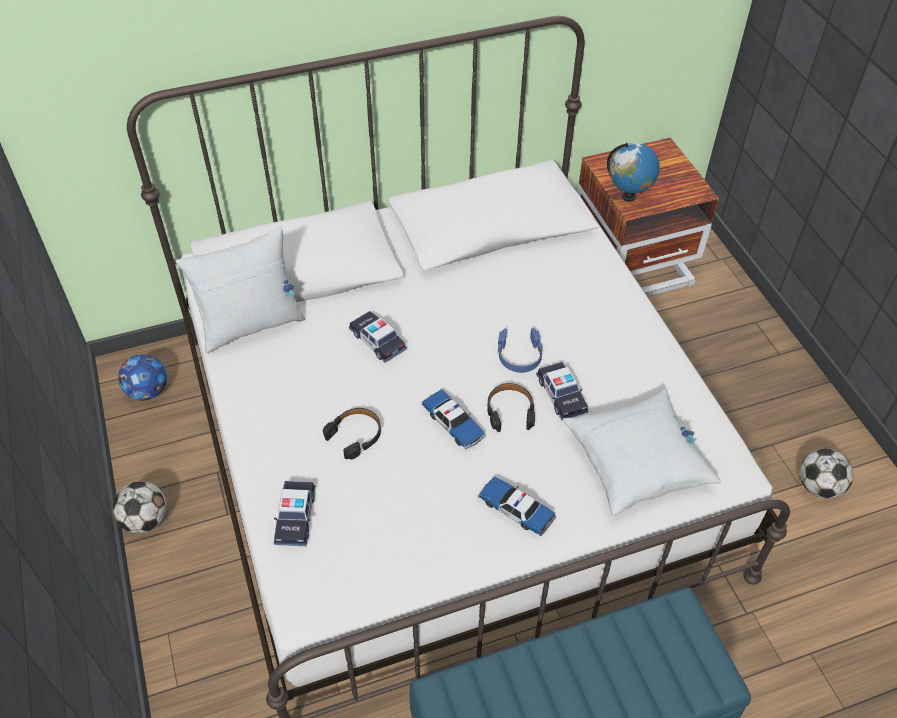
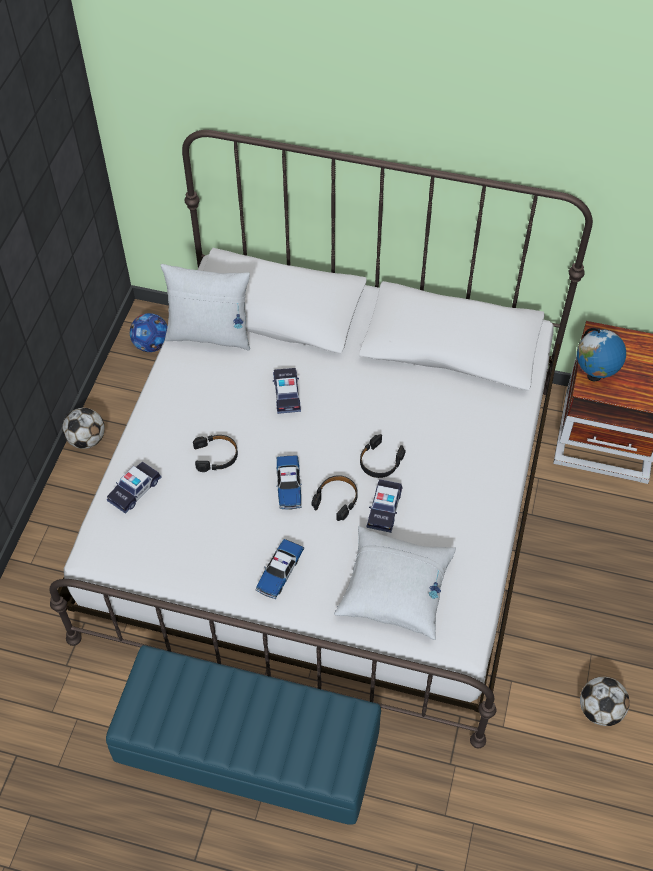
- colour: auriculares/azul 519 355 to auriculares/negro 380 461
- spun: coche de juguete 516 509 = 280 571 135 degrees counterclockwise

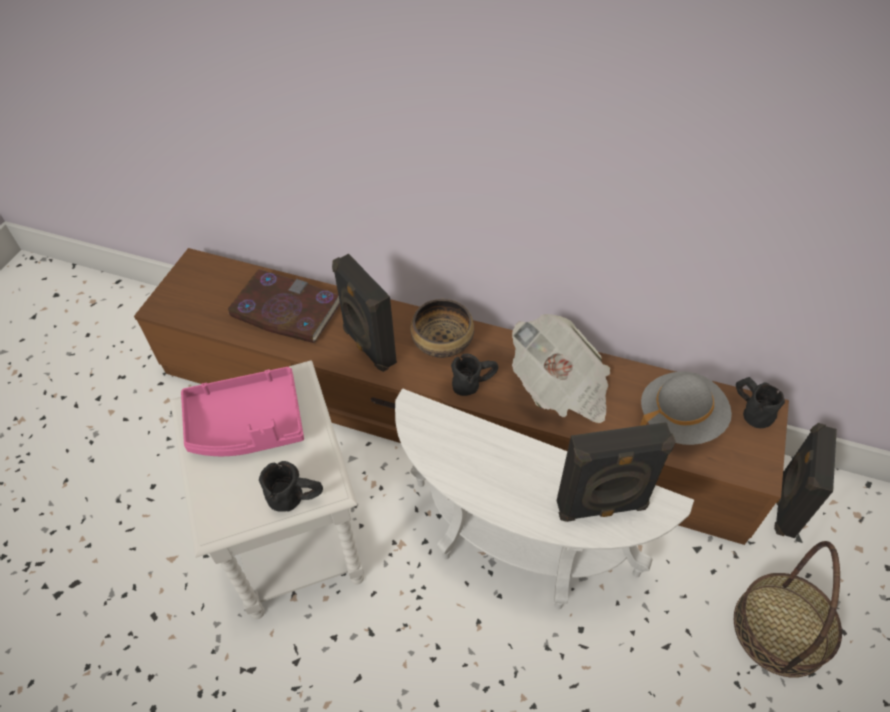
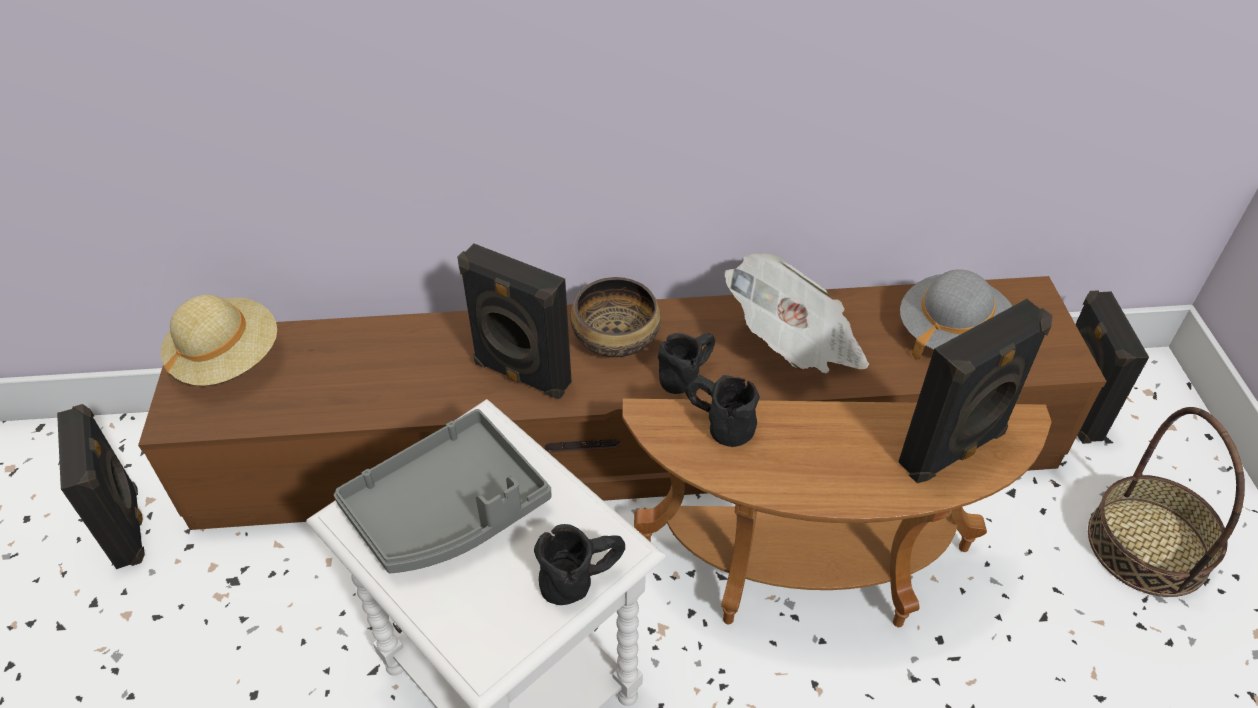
- missing: libro 285 310
- appeared: altavoz/negro 129 526
- appeared: sombrero/beis 227 359
- relocated: taza grande/negro 749 410 to 718 424
- colour: bandeja/rosa 246 424 to bandeja/gris 448 510
- colour: mesa auxiliar/blanco 513 551 to mesa auxiliar/marrón 808 579

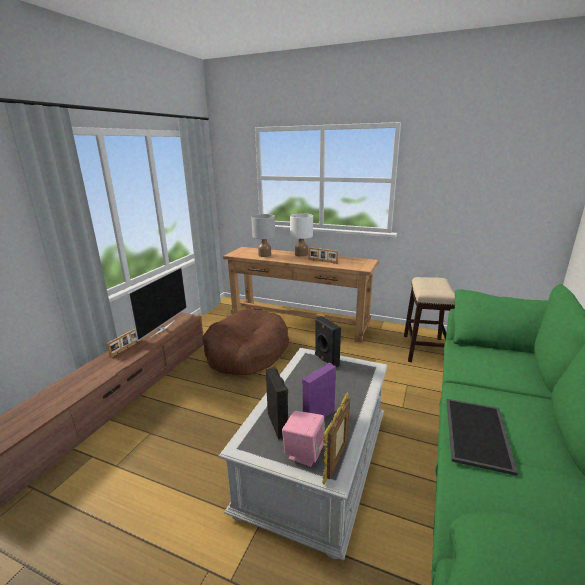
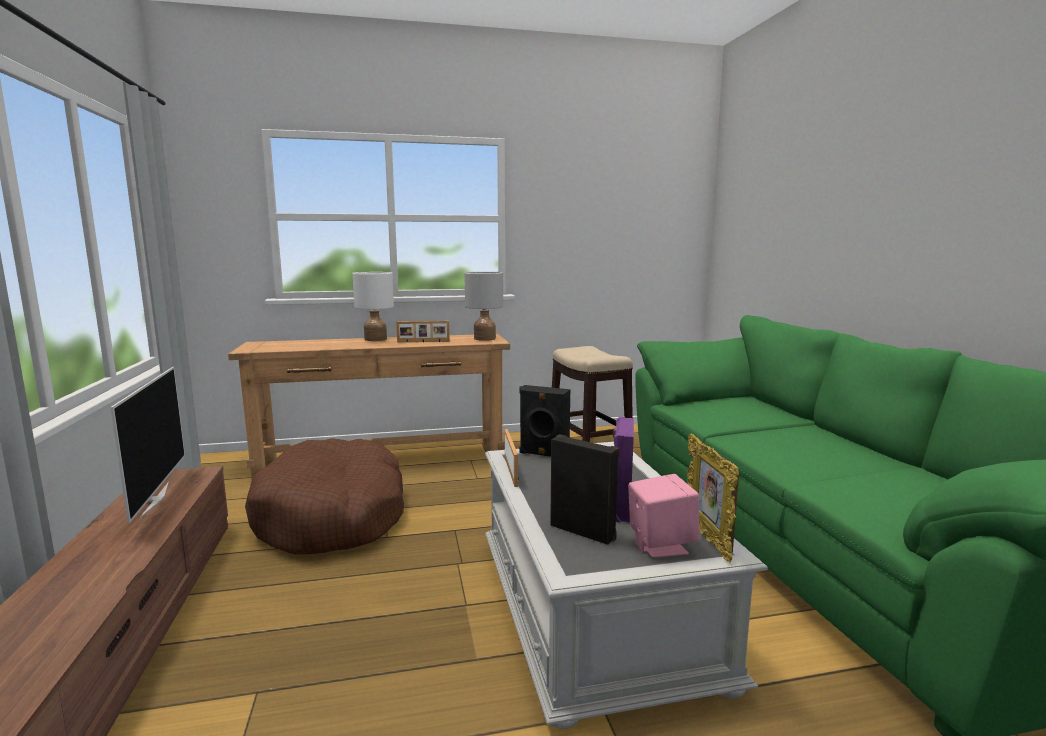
- missing: bandeja 478 434
- relocated: portarretratos 127 348 to 512 471
- relocated: lámpara de mesa/gris 264 255 to 484 339

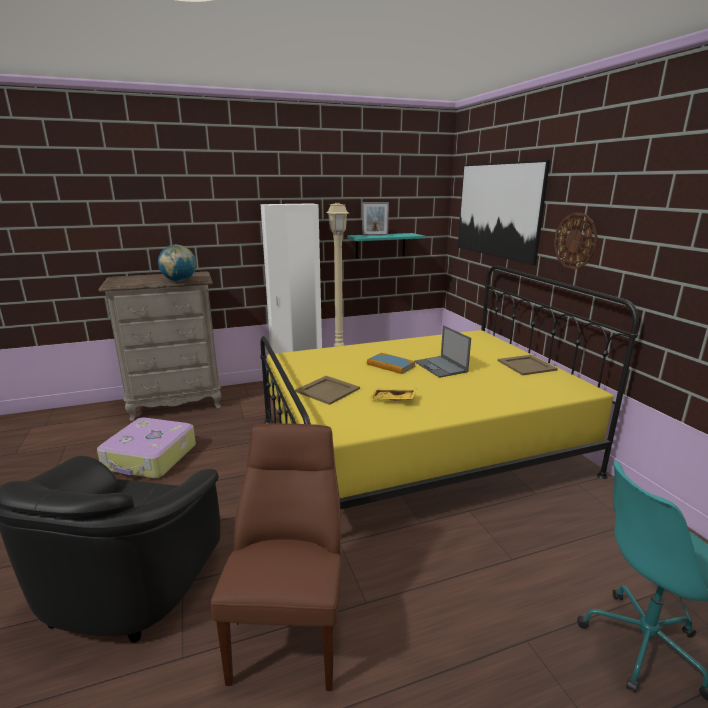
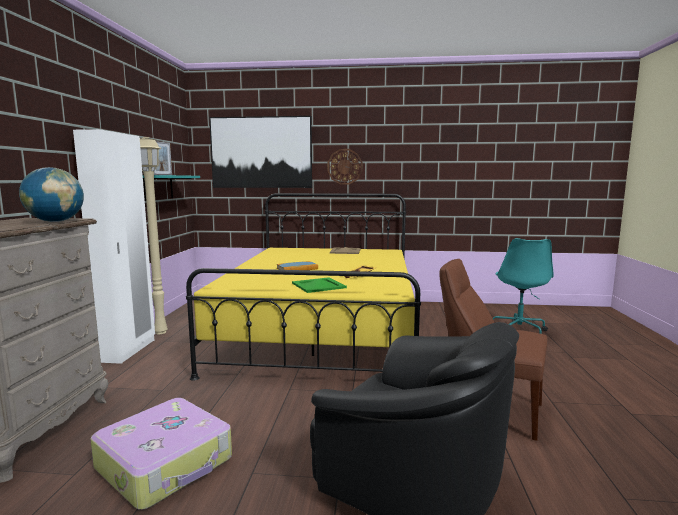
- missing: portátil 441 367
- colour: bandeja/beis 328 390 to bandeja/verde 319 285

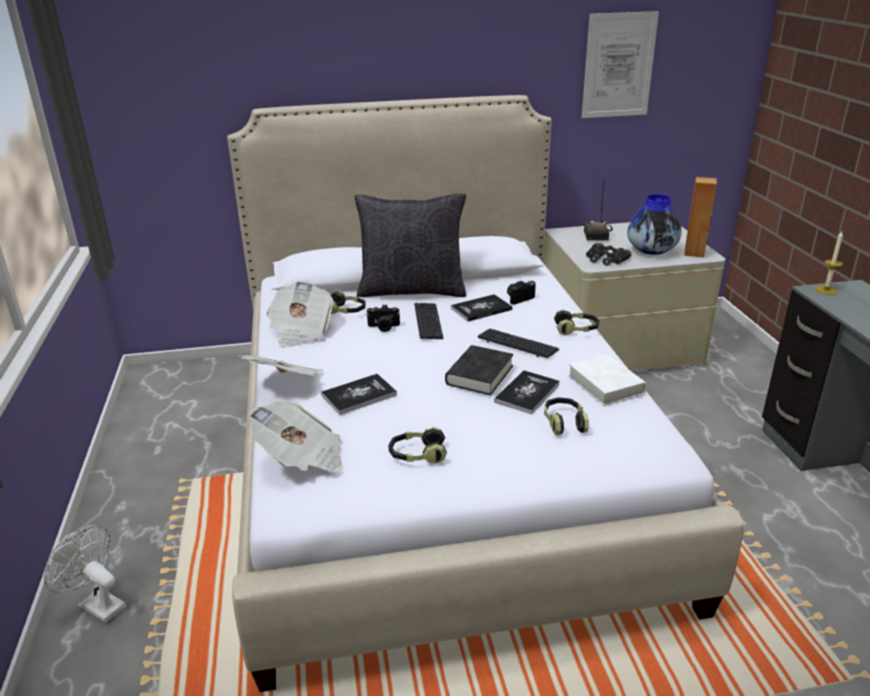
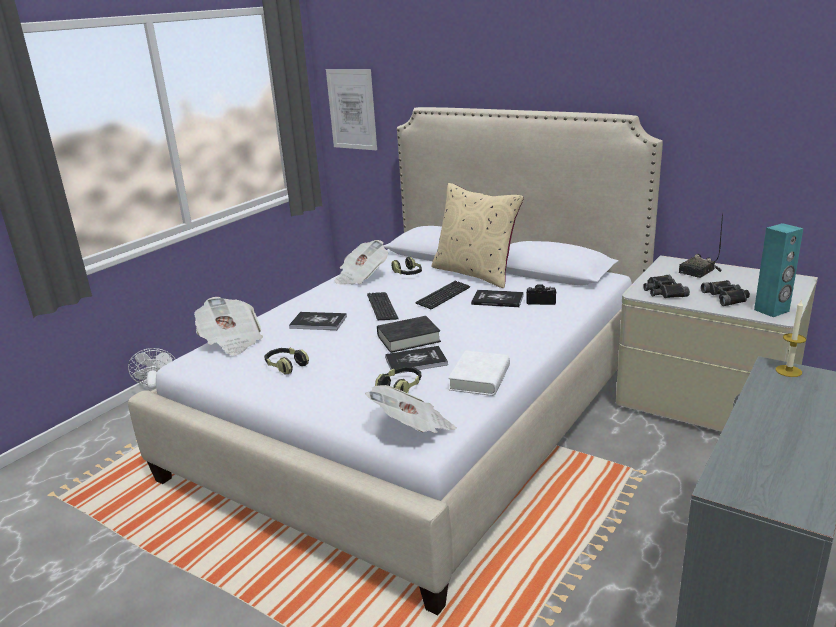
- missing: cámara 383 327
- missing: auriculares 576 330
- relocated: periódico 287 383 to 413 429
- relocated: teclado 517 345 to 382 307
- relocated: cuadro 618 65 to 352 109
- exchanged: florero 651 251 to prismáticos/negro 726 297
- colour: cojín/negro 412 290 to cojín/beis 475 273
- colour: altavoz/marrón 694 252 to altavoz/turquesa 772 310

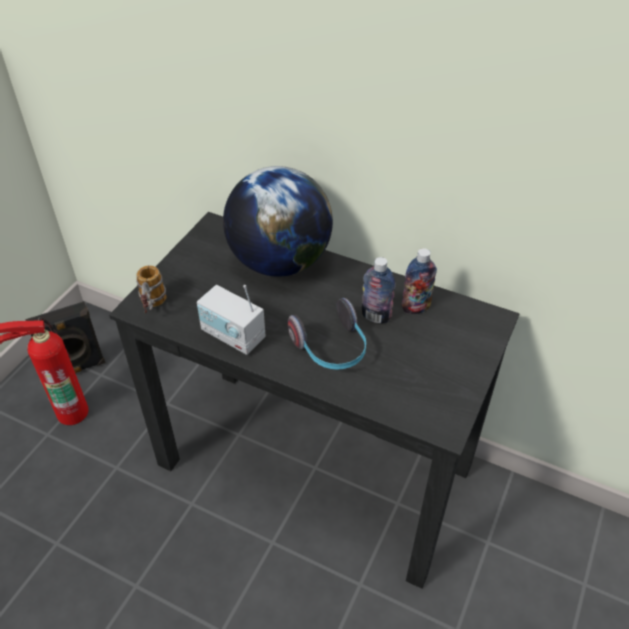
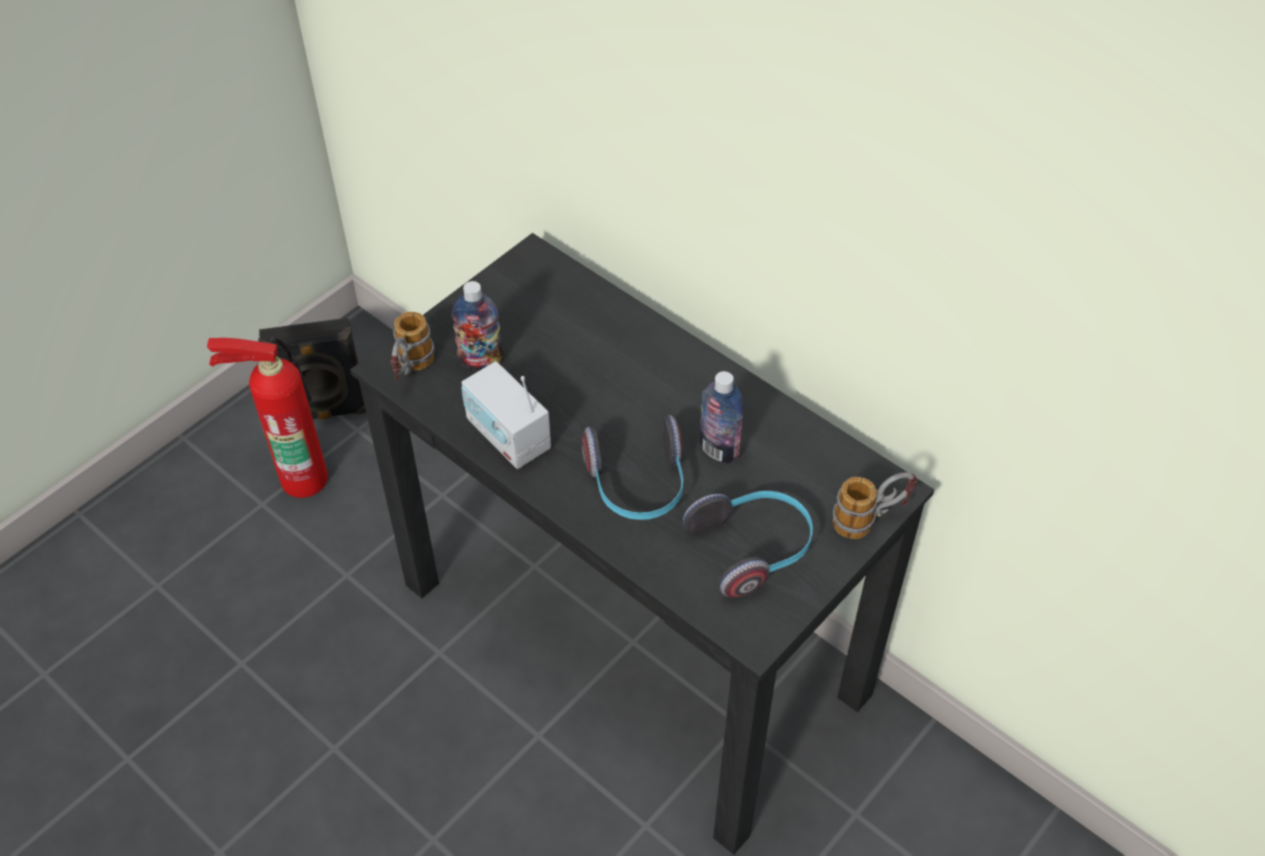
- missing: globo terráqueo 279 262
- appeared: auriculares 753 549
- appeared: taza grande 870 519
- relocated: botella 415 307 to 480 361

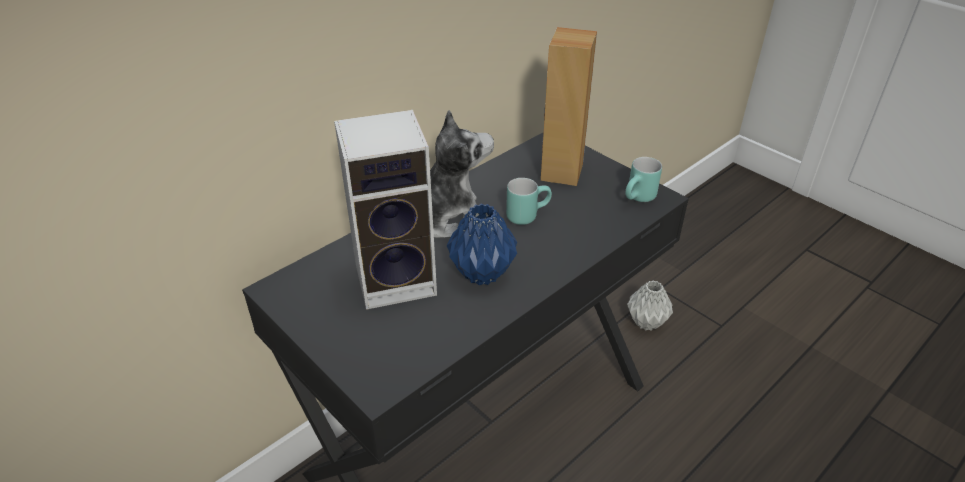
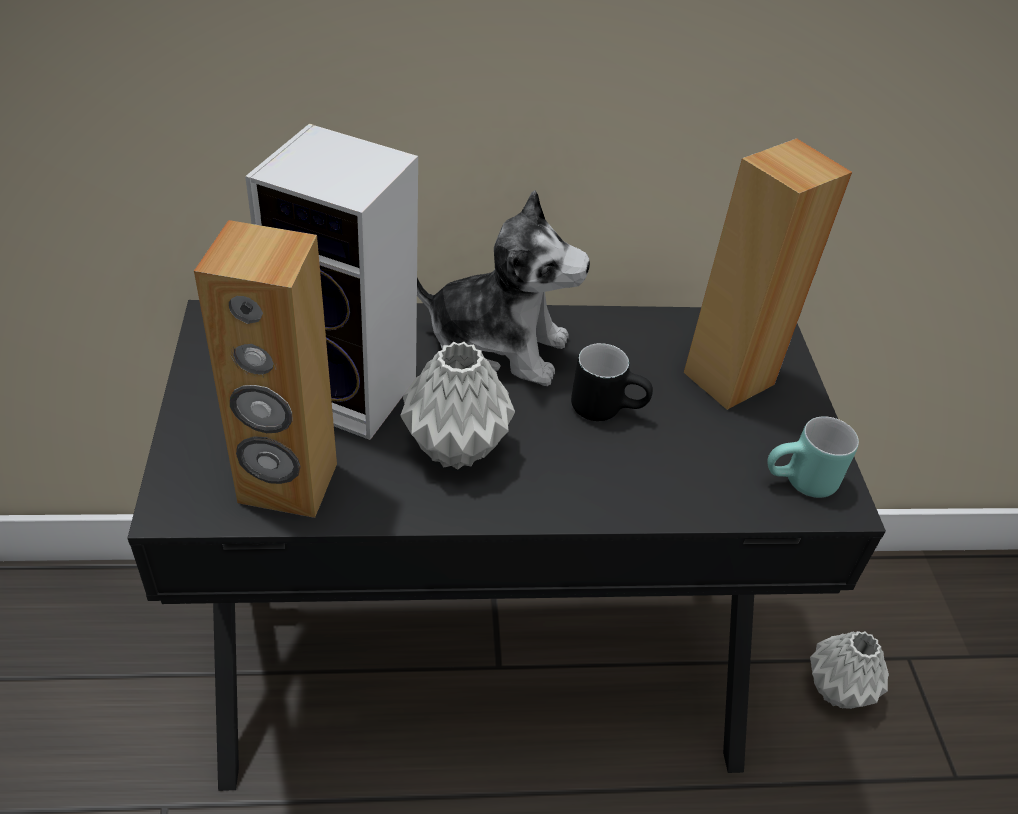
- appeared: altavoz/marrón 287 484
- colour: florero/azul 481 274 to florero/gris 453 448
- colour: taza grande/turquesa 527 214 to taza grande/negro 607 407

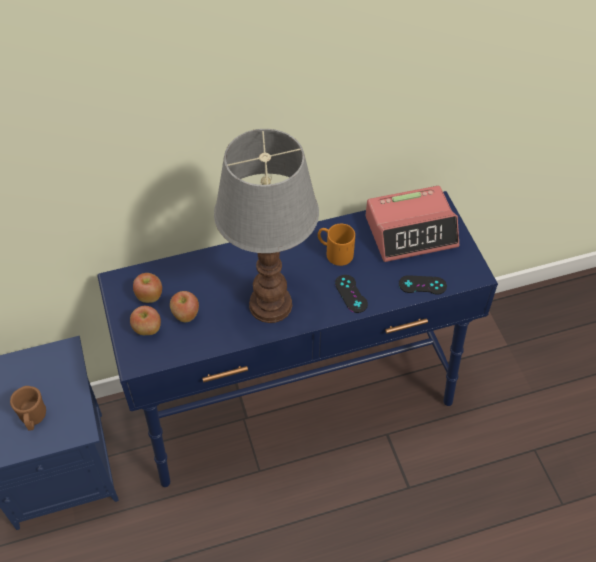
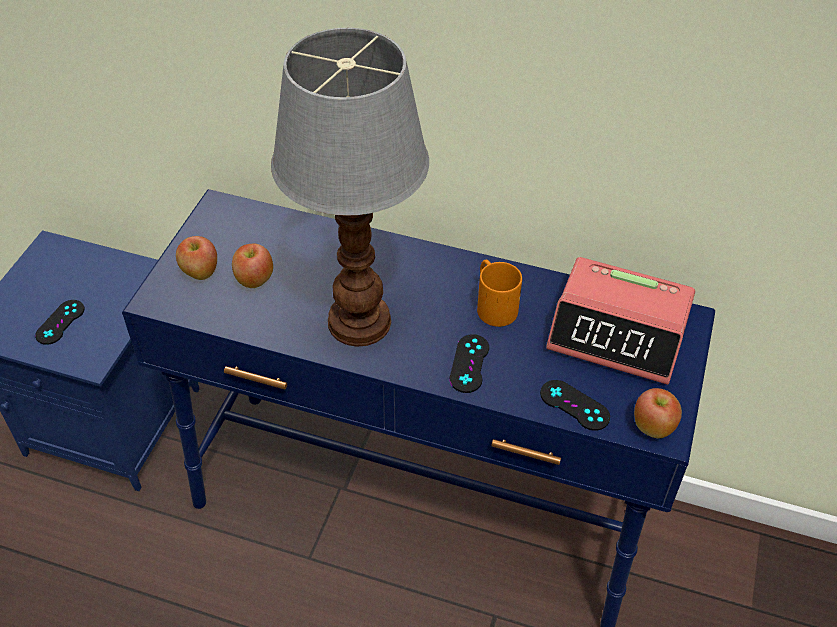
- relocated: manzana 149 296 to 653 427
- exchanged: taza grande/marrón 33 418 to mando de consola/negro 60 322

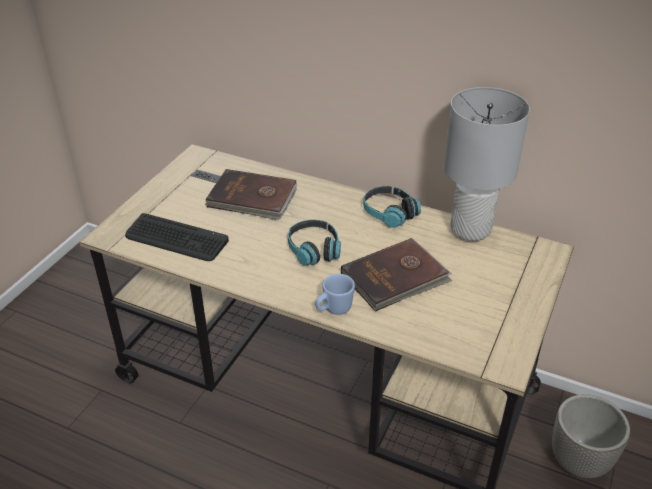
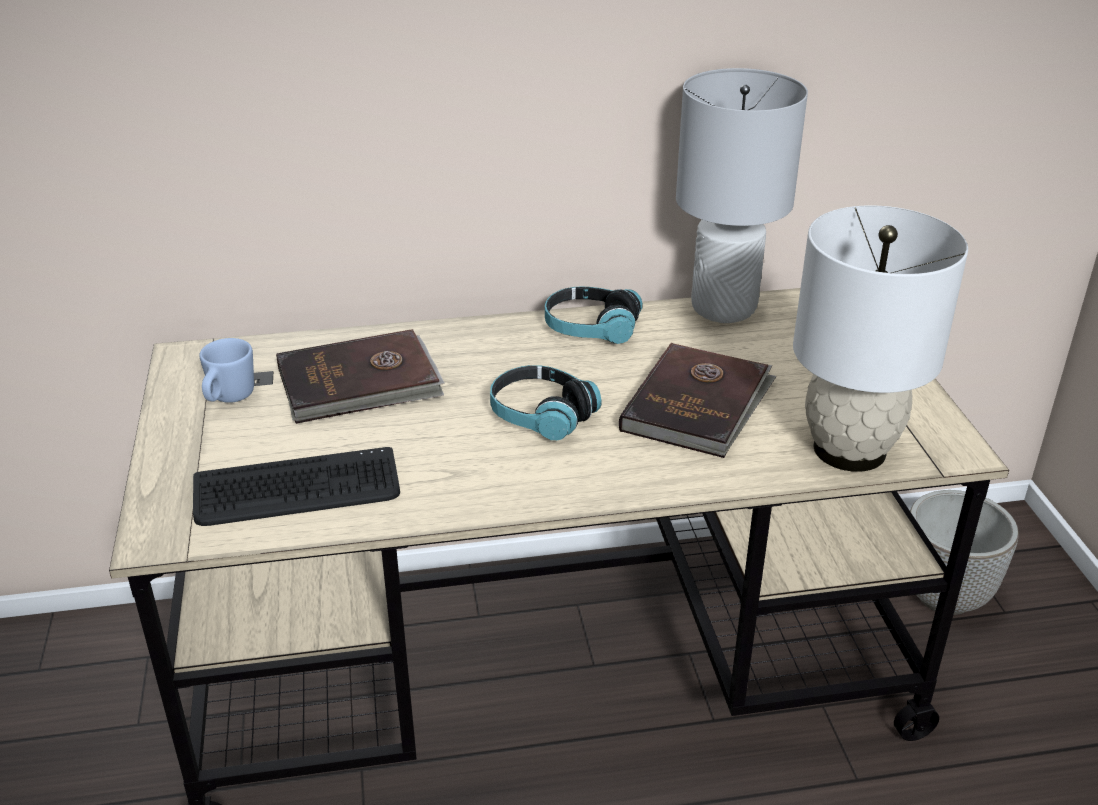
- appeared: lámpara de mesa/blanco 850 450
- relocated: taza grande/azul 333 309 to 228 398

